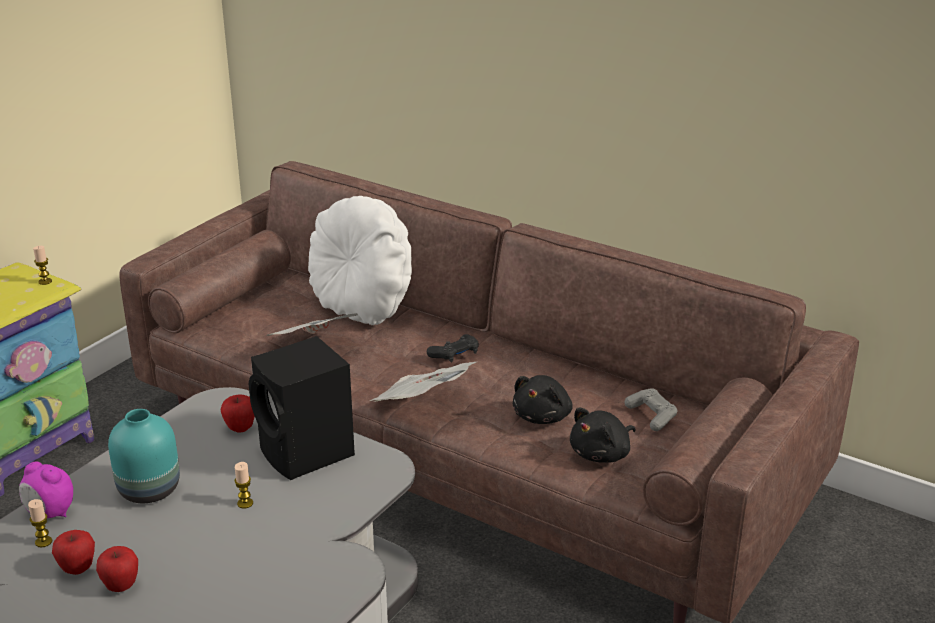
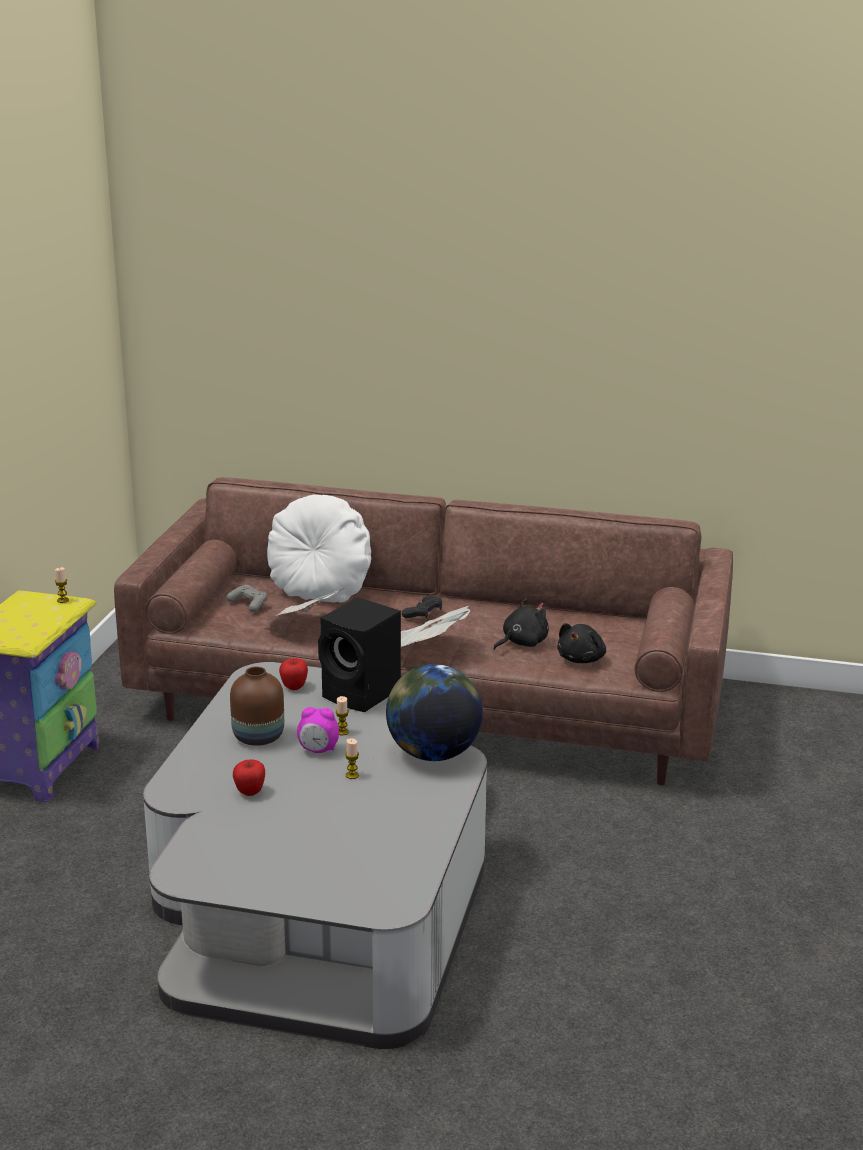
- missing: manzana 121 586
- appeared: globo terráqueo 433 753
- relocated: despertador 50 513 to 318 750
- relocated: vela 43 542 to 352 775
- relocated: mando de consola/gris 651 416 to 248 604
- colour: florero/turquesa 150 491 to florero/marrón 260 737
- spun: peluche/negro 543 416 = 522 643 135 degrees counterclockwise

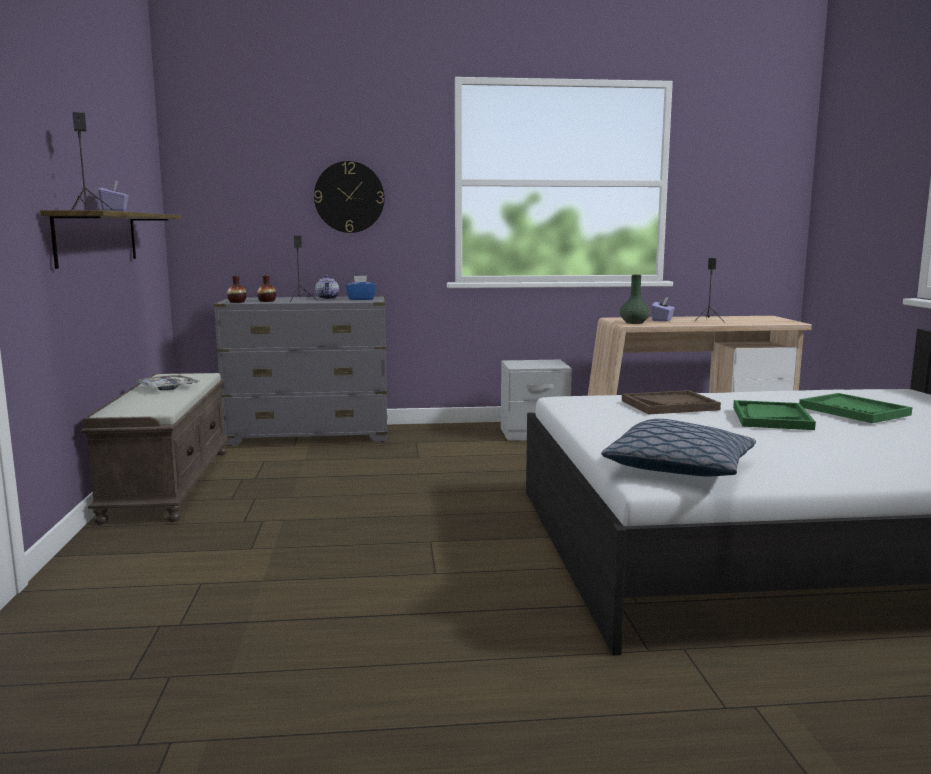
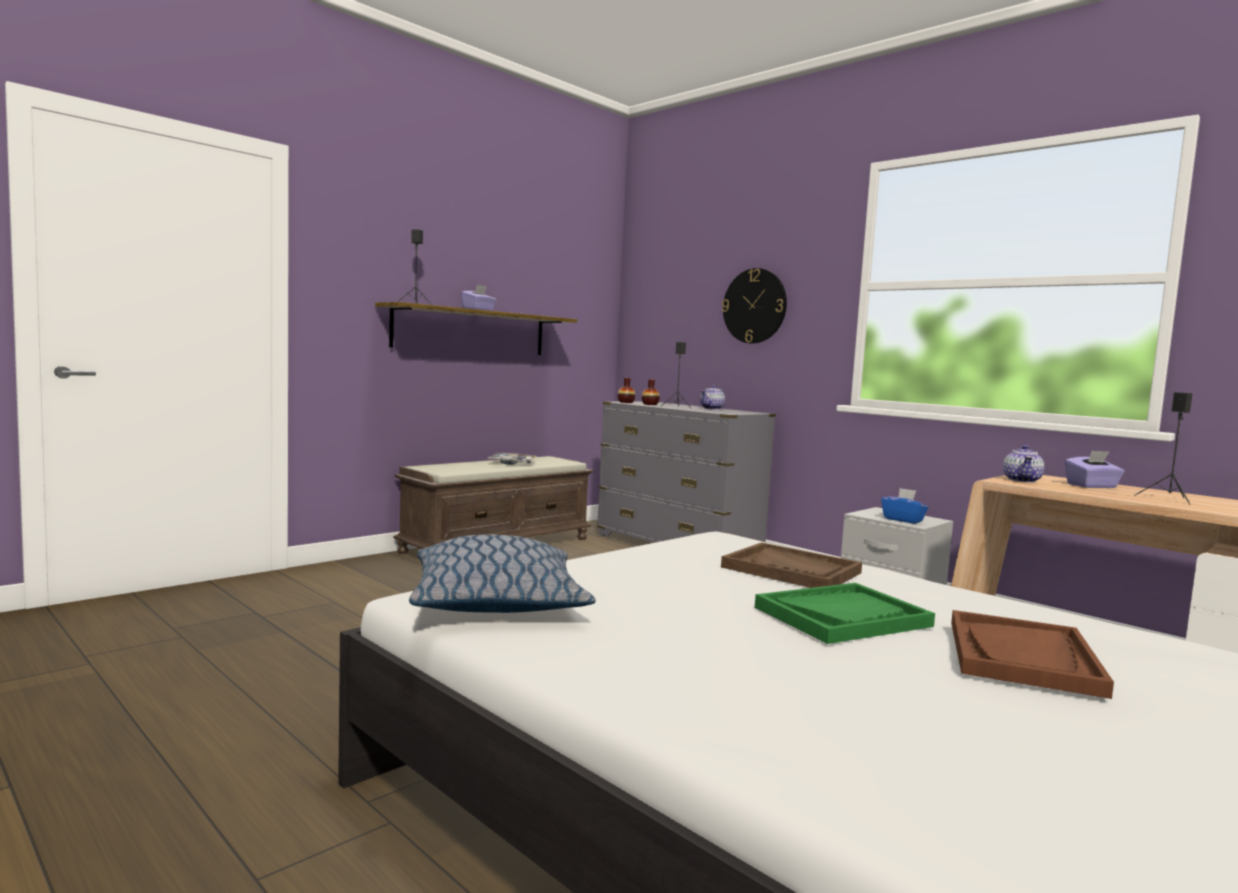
- relocated: caja de pañuelos/azul 360 299 to 903 520
- exchanged: florero/verde 634 323 to tetera 1022 480
- colour: bandeja/verde 854 411 to bandeja/marrón 1022 657

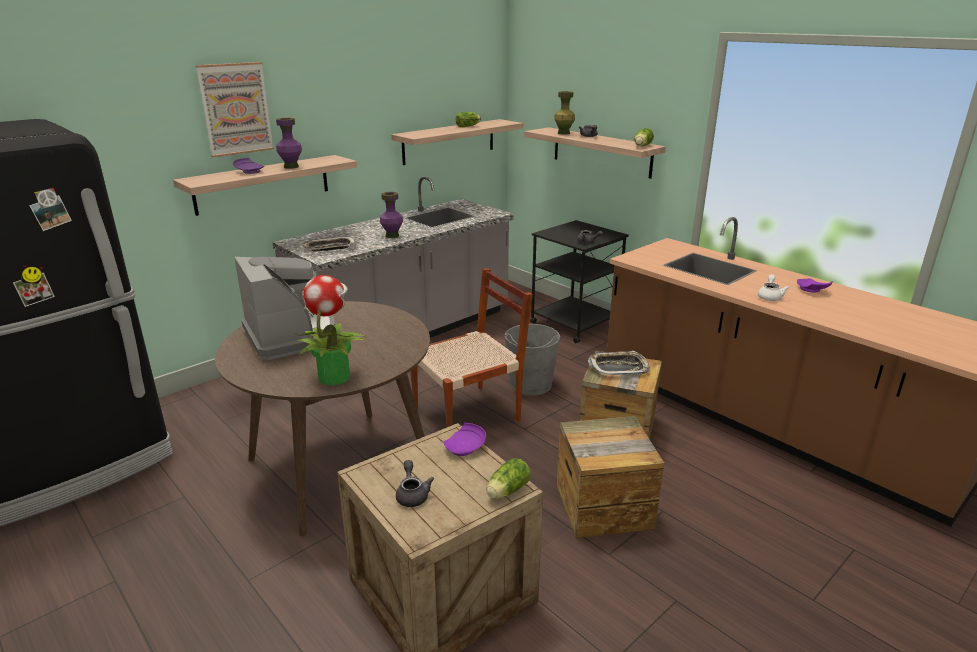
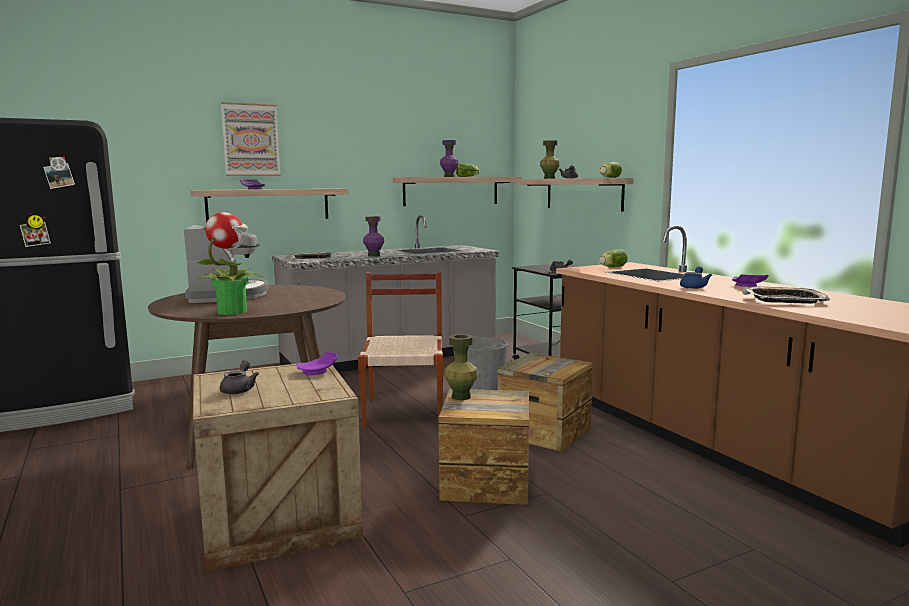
- appeared: florero/verde 461 396
- relocated: florero/morado 291 167 to 449 176
- relocated: lechuga 506 491 to 611 267
- relocated: bandeja 618 367 to 784 300
- colour: tetera/blanco 770 296 to tetera/azul 694 287
- spun: silla 469 414 = 404 410 75 degrees counterclockwise

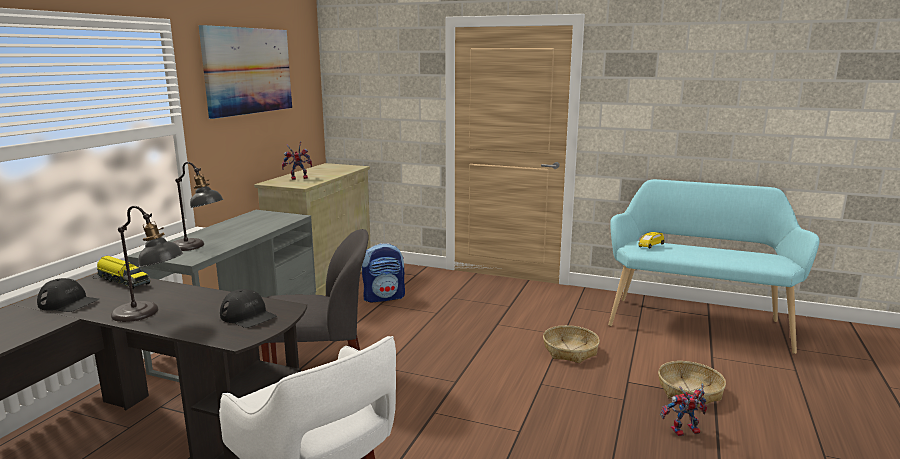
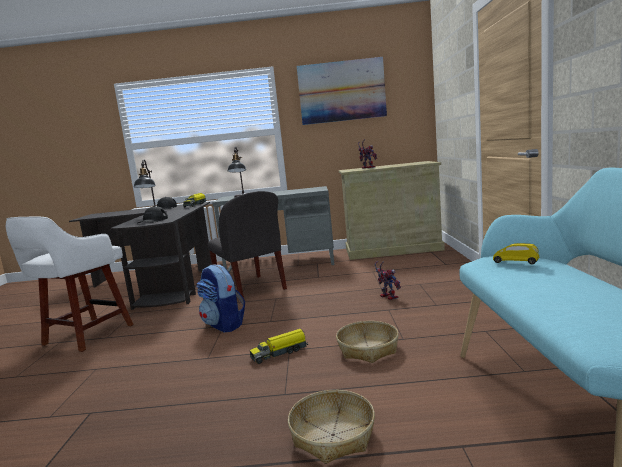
- appeared: camión de juguete 280 353
- relocated: mochila 384 297 to 224 325
- relocated: robot de juguete 684 432 to 386 297

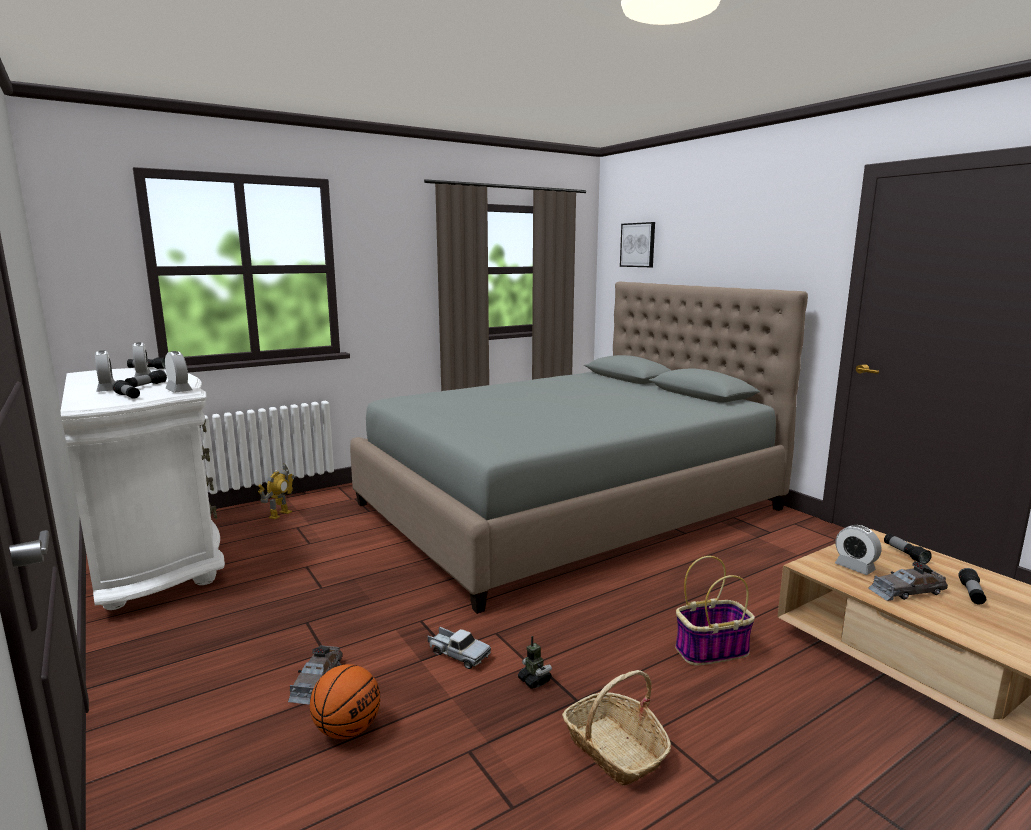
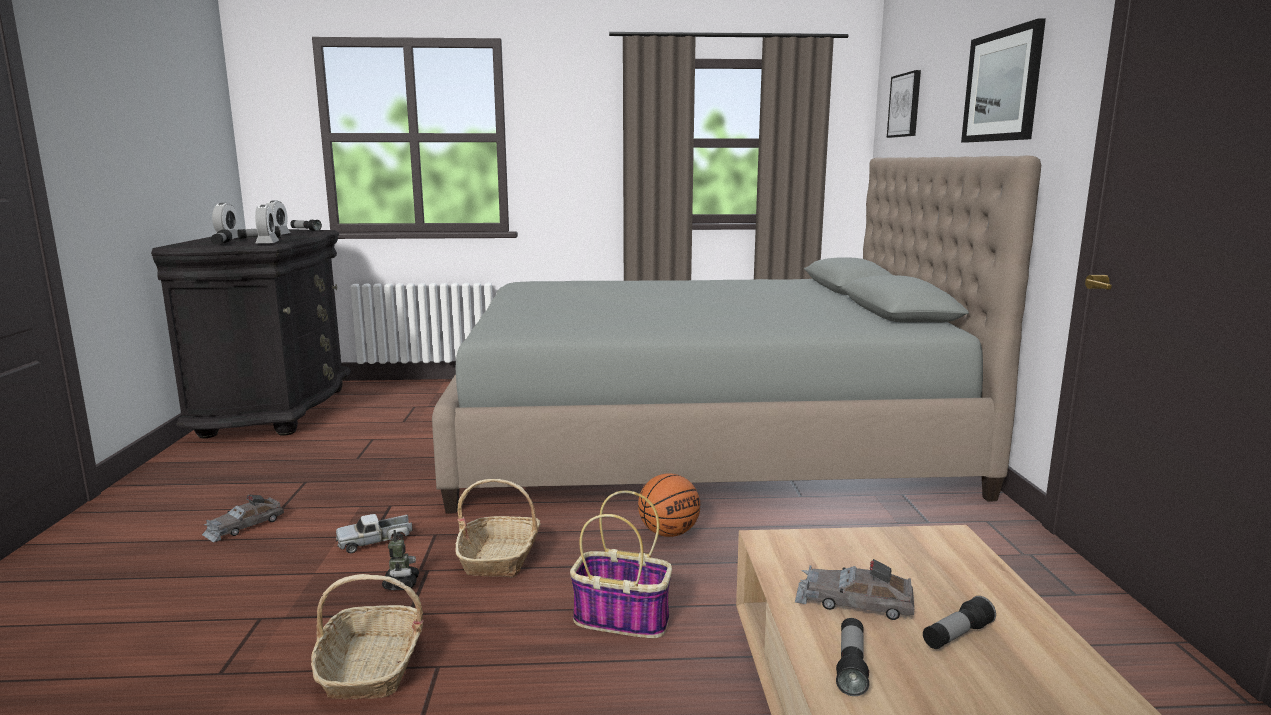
- missing: robot de juguete 280 514
- missing: despertador 854 567
- appeared: cesta 500 557
- appeared: cuadro 1002 86
- relocated: balón de baloncesto 347 729 to 668 533
- relocated: linterna 905 554 to 851 666
- colour: cómoda/blanco 157 561 to cómoda/negro 278 410
- spun: camión de juguete 458 654 = 375 541 90 degrees clockwise

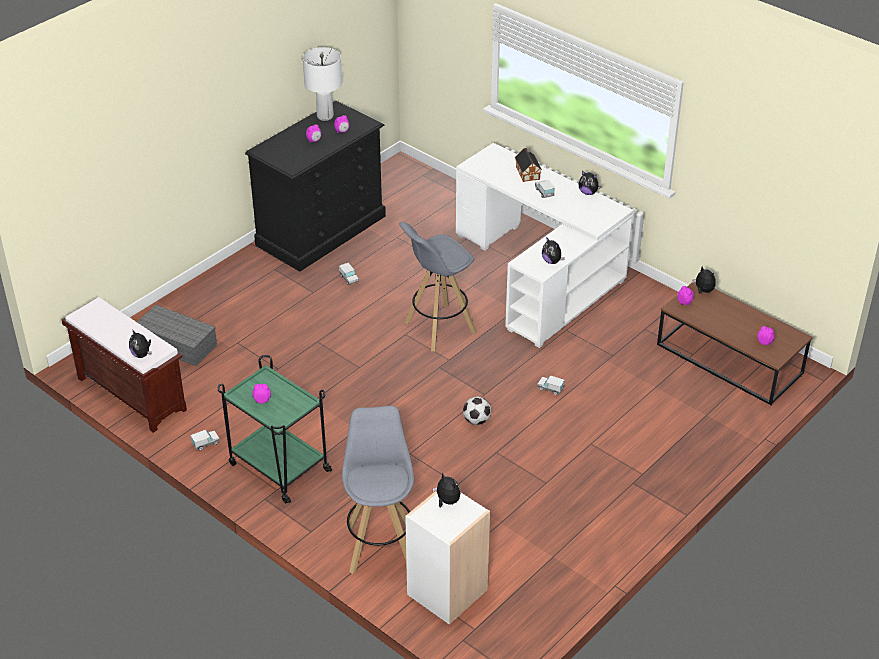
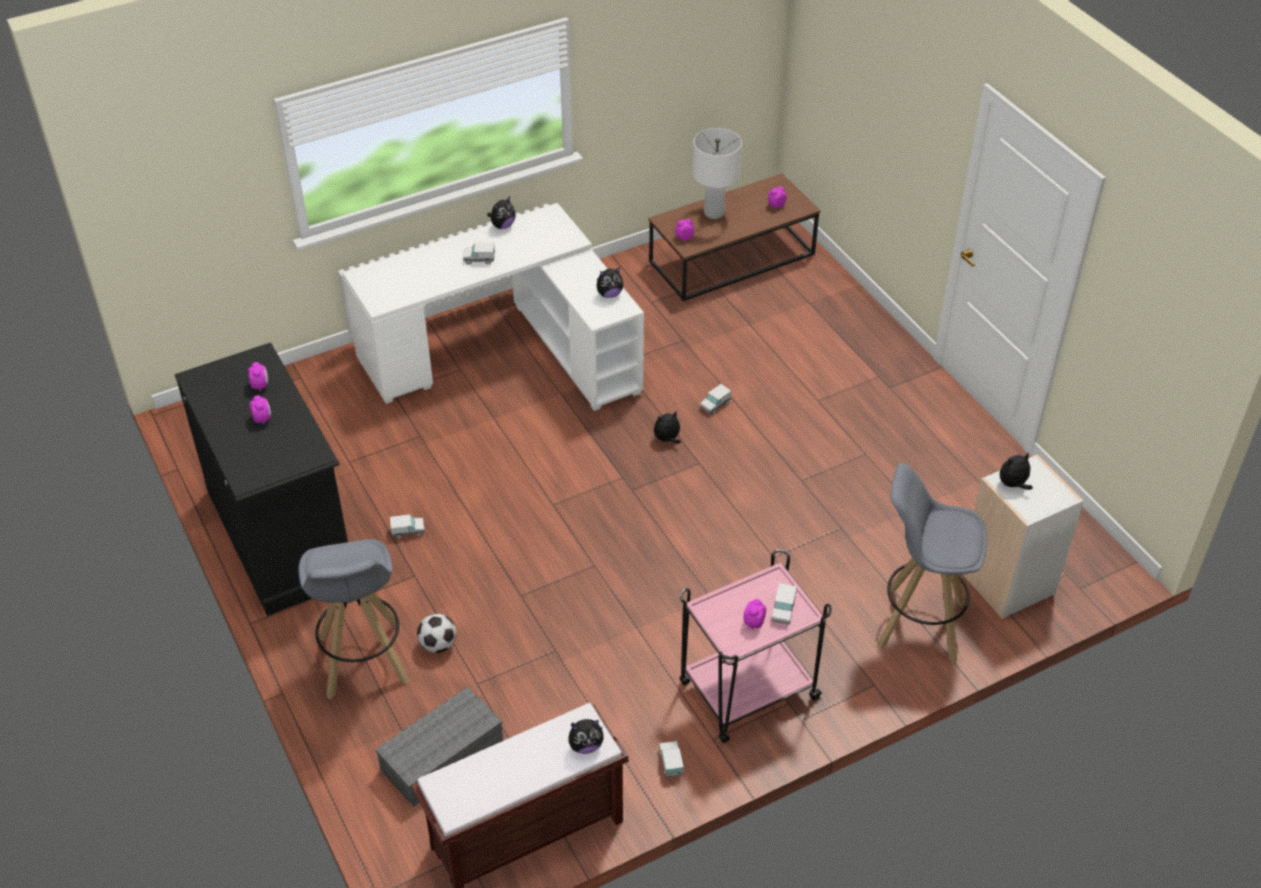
- missing: casita 527 172
- appeared: camión de juguete 783 610
- relocated: lámpara de mesa/blanco 325 116 to 713 213
- relocated: taburete/gris 437 328 to 363 663
- relocated: balón de fútbol 476 420 to 438 645
- relocated: peluche 703 291 to 667 439
- colour: carrito/verde 278 466 to carrito/rosa 747 691

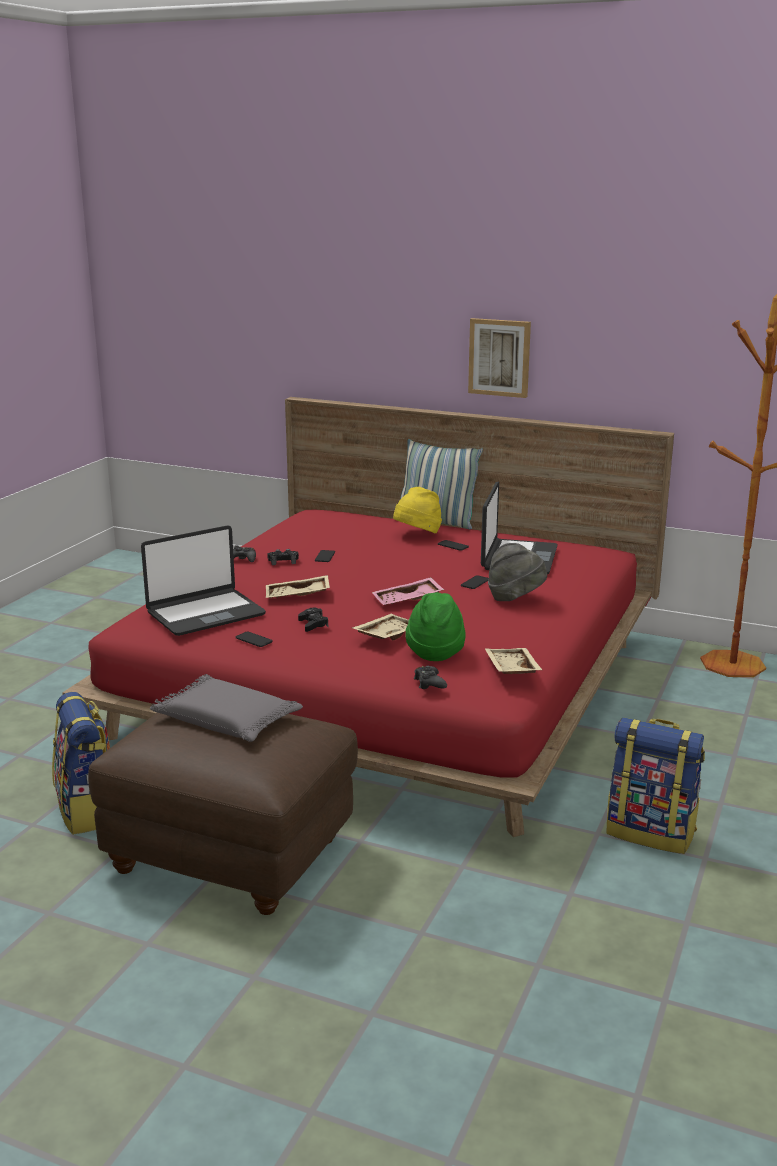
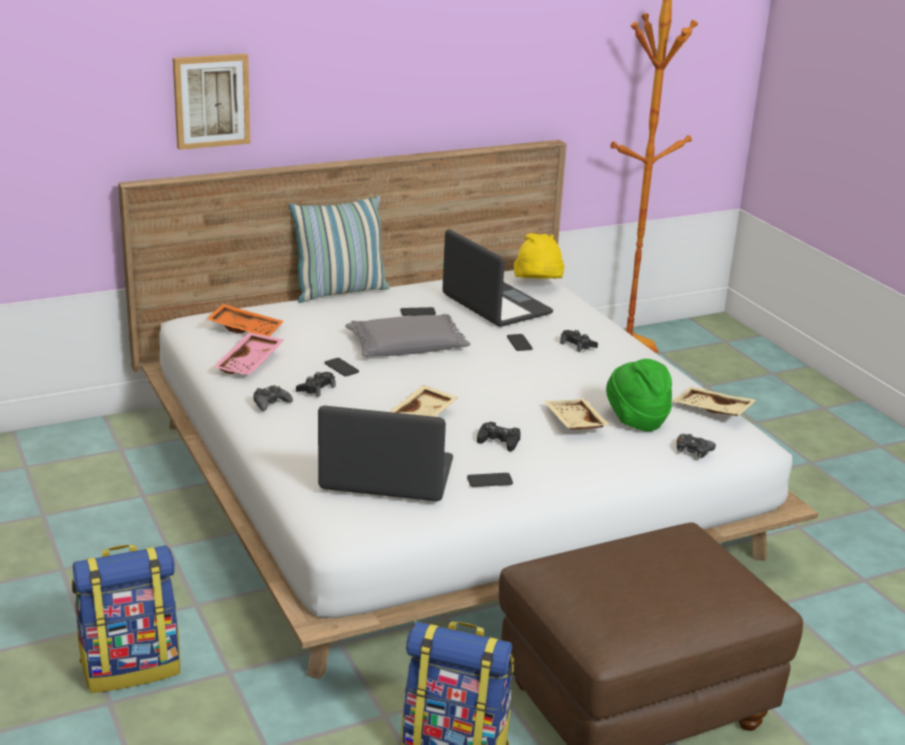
- appeared: bandeja/naranja 246 329
- relocated: cojín/gris 226 717 to 407 343
- relocated: bandeja/rosa 408 600 to 250 363
- relocated: sombrero/amarillo 417 535 to 538 285
- relocated: cuadro 499 357 to 211 100
- relocated: mochila 651 832 to 131 667
- exchanged: sombrero/gris 515 598 to mando de consola/negro 578 345
- colour: cama/rojo 388 687 to cama/blanco 447 486
- spun: portátil 205 613 = 386 476 90 degrees counterclockwise

